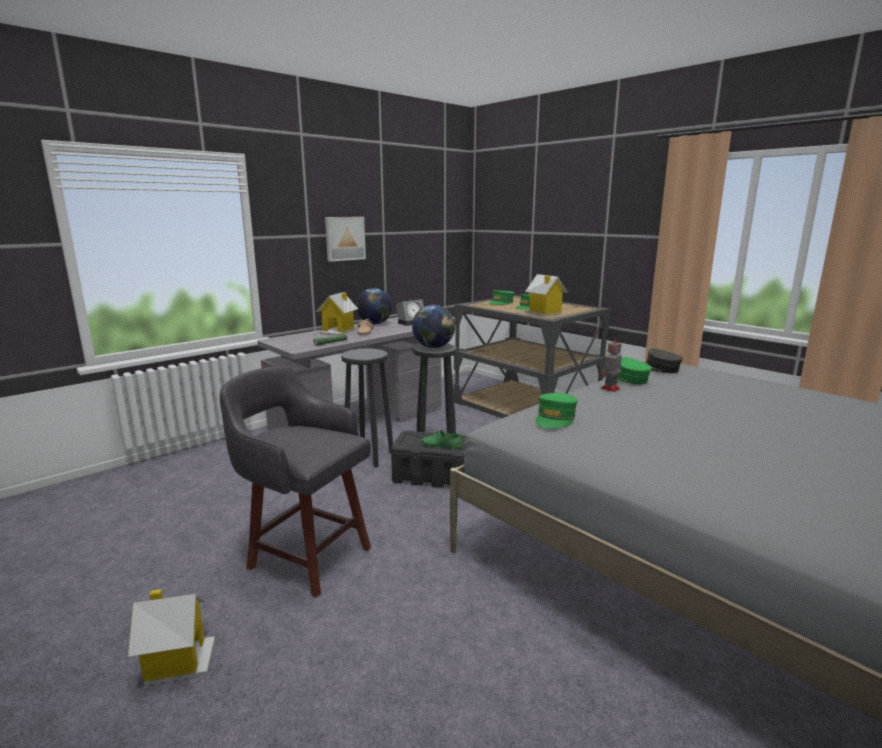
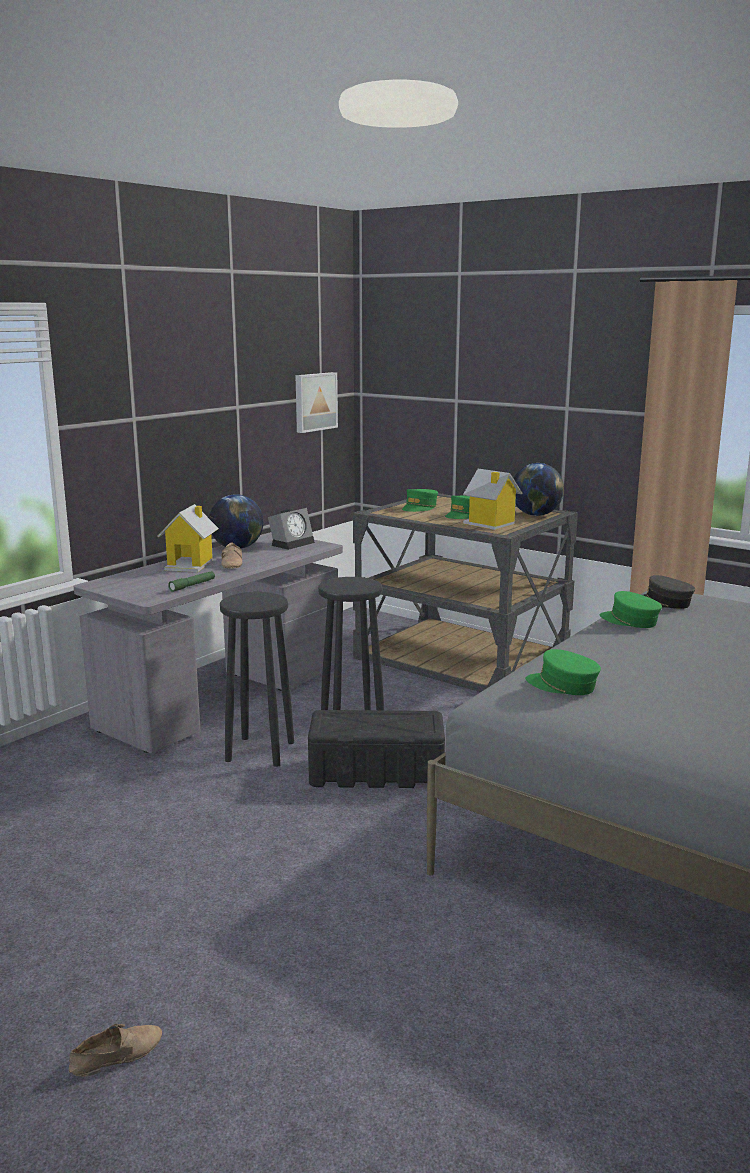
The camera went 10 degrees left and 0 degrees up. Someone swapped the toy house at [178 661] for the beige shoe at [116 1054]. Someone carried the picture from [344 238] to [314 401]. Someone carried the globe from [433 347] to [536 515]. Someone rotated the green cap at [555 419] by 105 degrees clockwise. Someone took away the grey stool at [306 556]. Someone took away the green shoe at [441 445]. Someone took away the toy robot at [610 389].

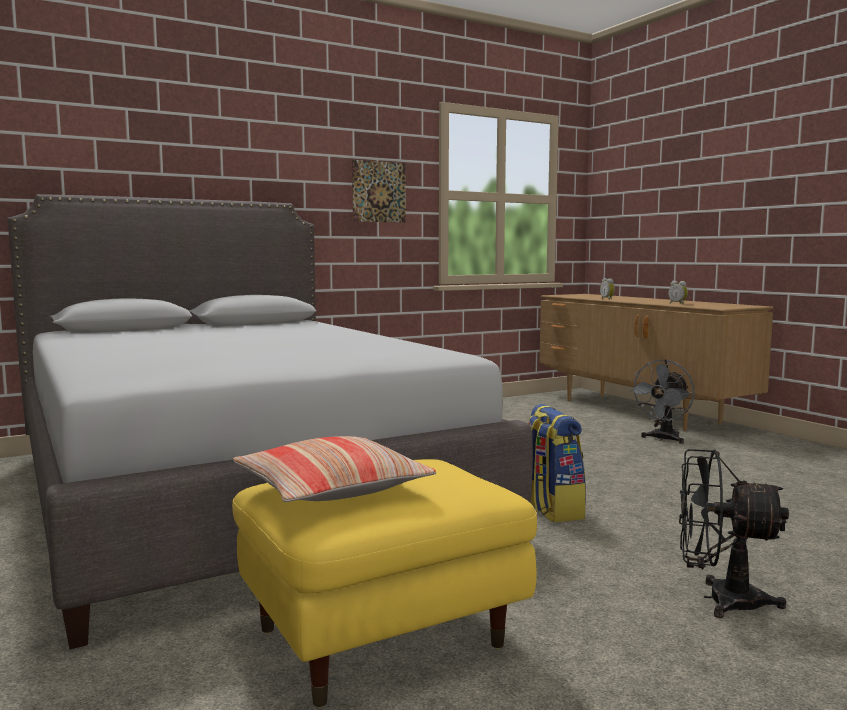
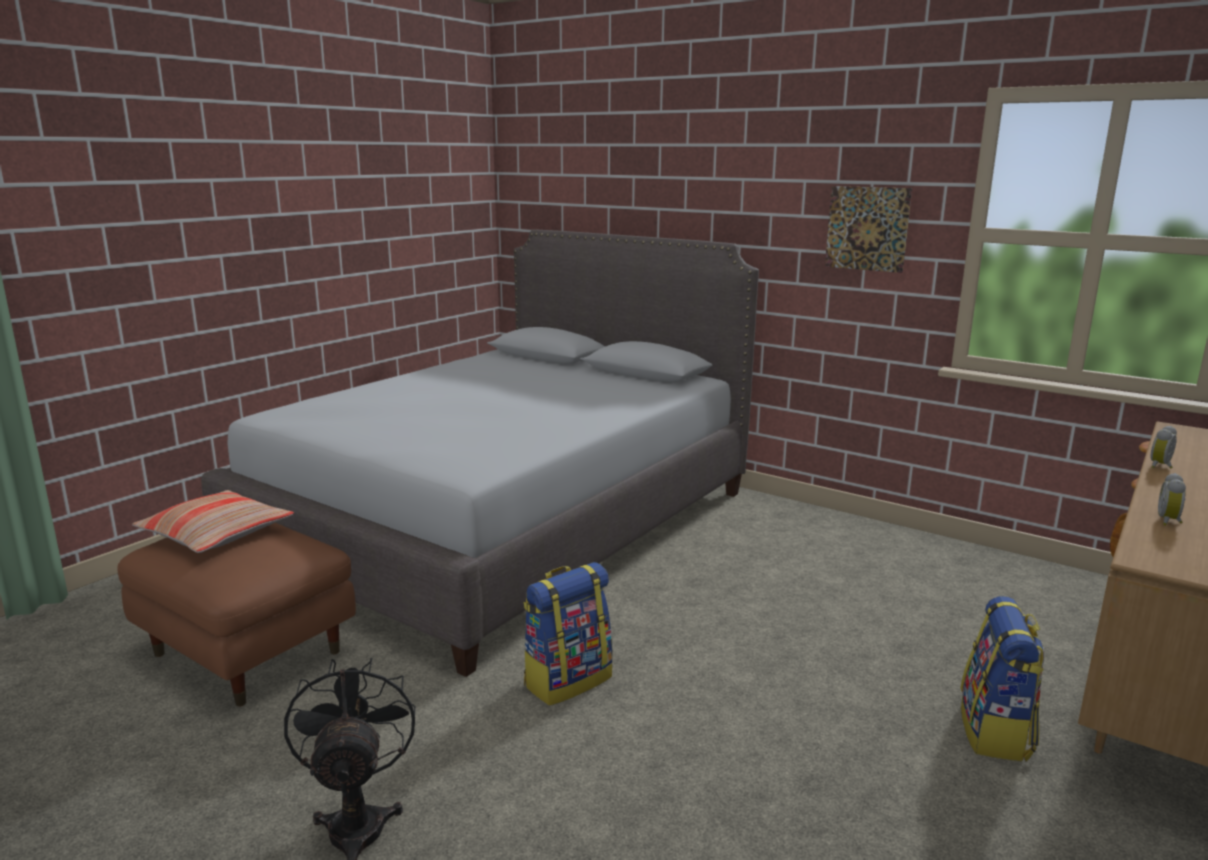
The camera went 65 degrees right and 10 degrees up. Someone repainted the yellow ottoman at [384 637], which became the brown ottoman at [249 655]. Someone swapped the grey fan at [663 439] for the backpack at [996 732].

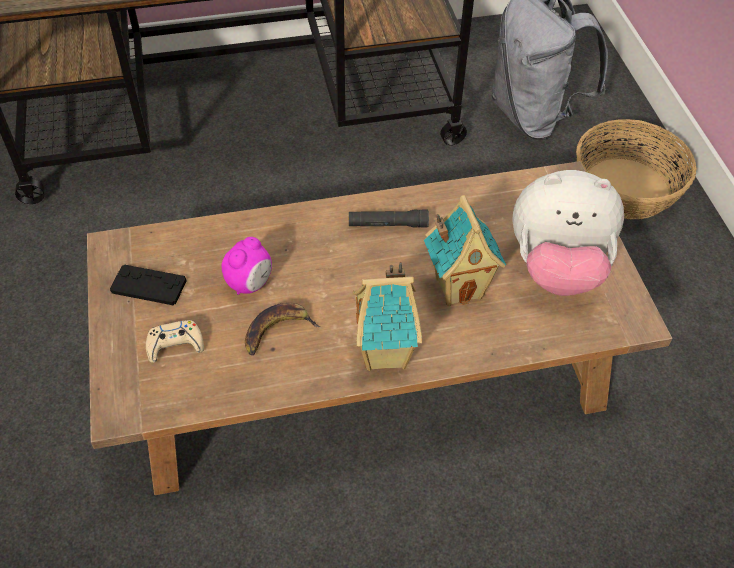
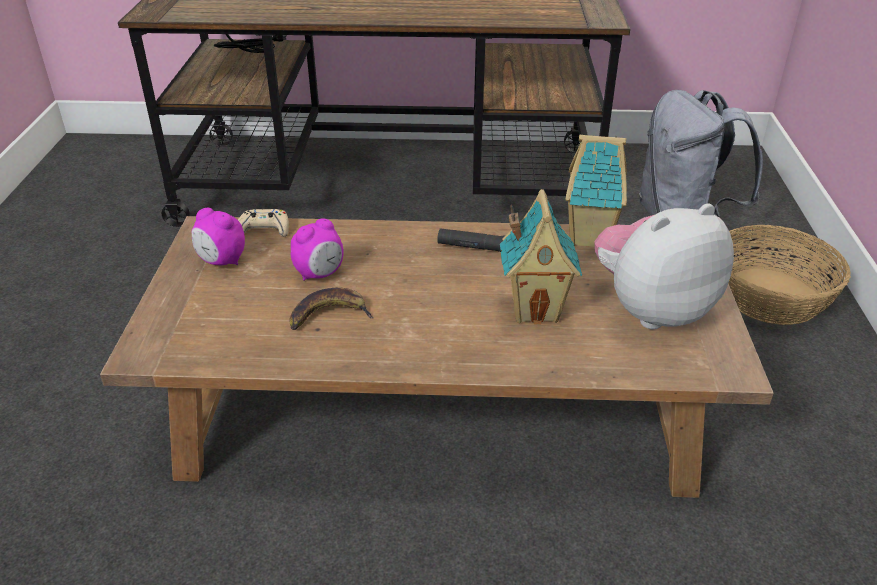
The camera went 15 degrees right and 15 degrees down. Someone swapped the black game controller at [148 286] for the alarm clock at [222 261]. Someone carried the beige game controller from [175 345] to [264 230]. Someone carried the toy house from [386 354] to [591 238]. Someone rotated the plush toy at [557 268] by 135 degrees clockwise.

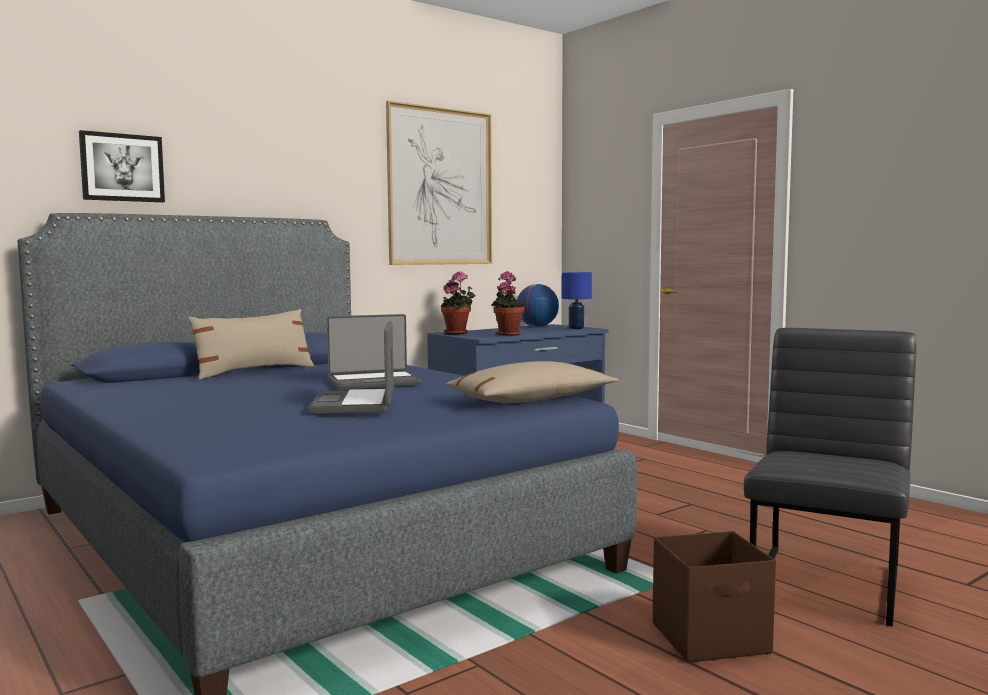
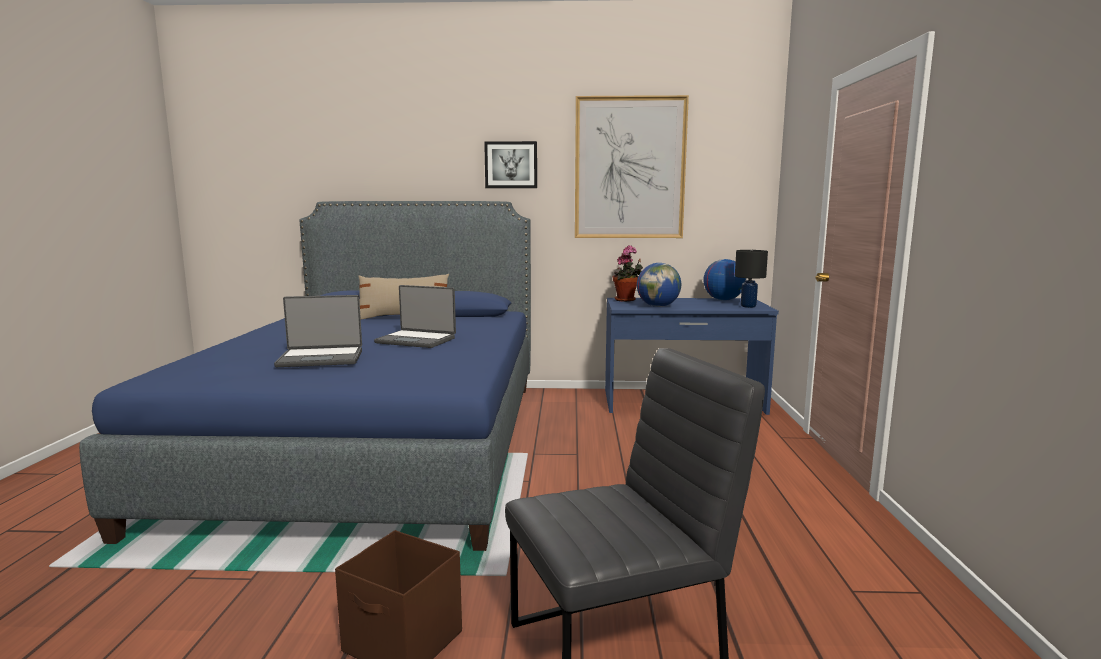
The camera went 40 degrees right and 5 degrees up. Someone rotated the laptop at [356 404] by 135 degrees counterclockwise. Someone carried the picture from [122 167] to [511 165]. Someone swapped the potted plant at [507 334] for the globe at [658 306]. Someone repainted the blue table lamp at [577 328], which became the black table lamp at [749 306]. Someone took away the beige pillow at [531 400].

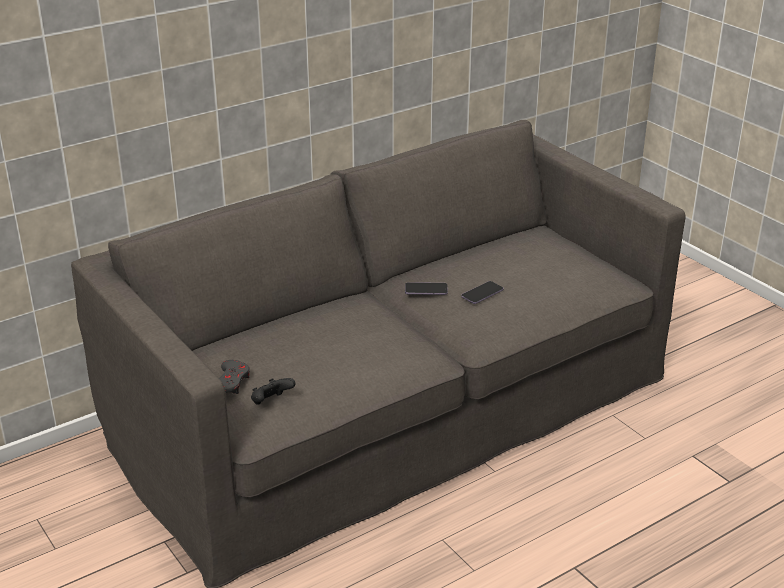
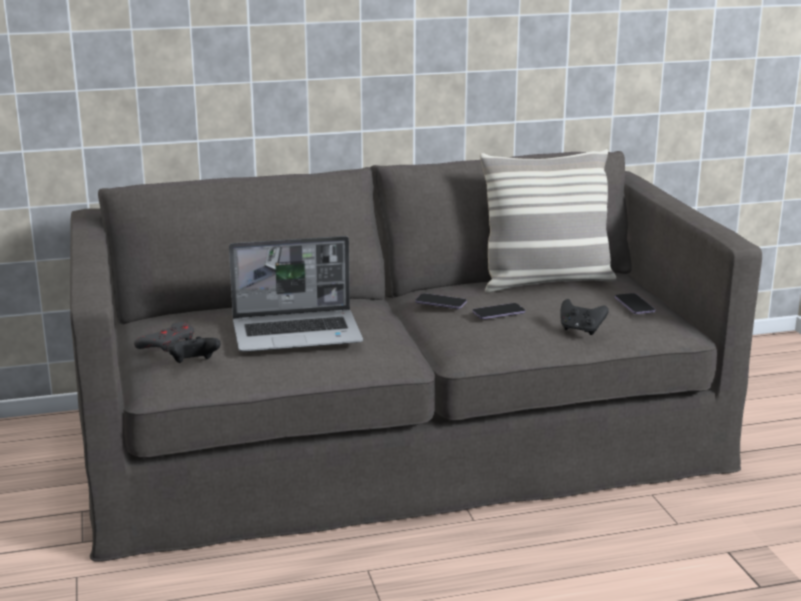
The camera went 20 degrees right and 10 degrees down. Someone put down the laptop at [298 333]. Someone put down the pillow at [546 282]. Someone put down the black game controller at [581 330]. Someone put down the phone at [634 305].

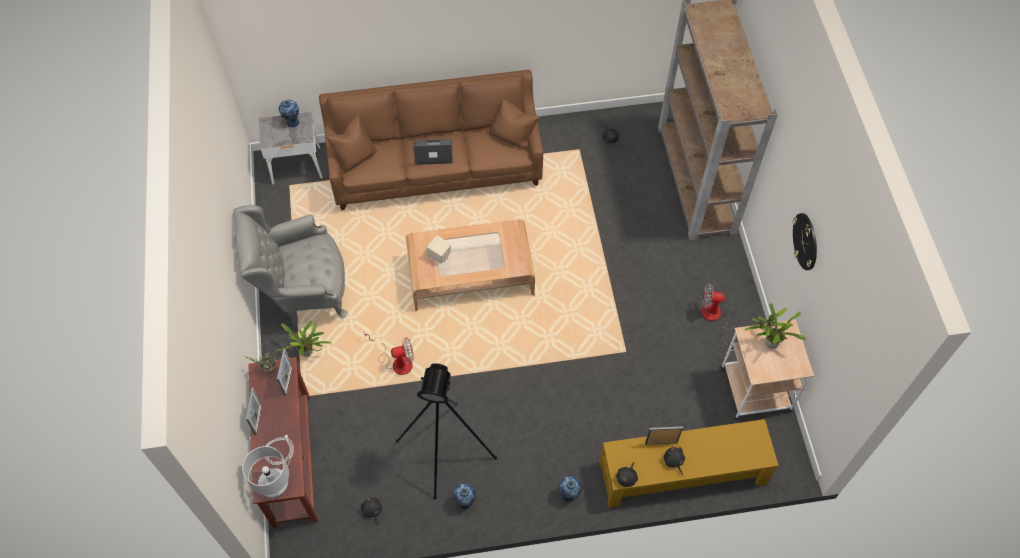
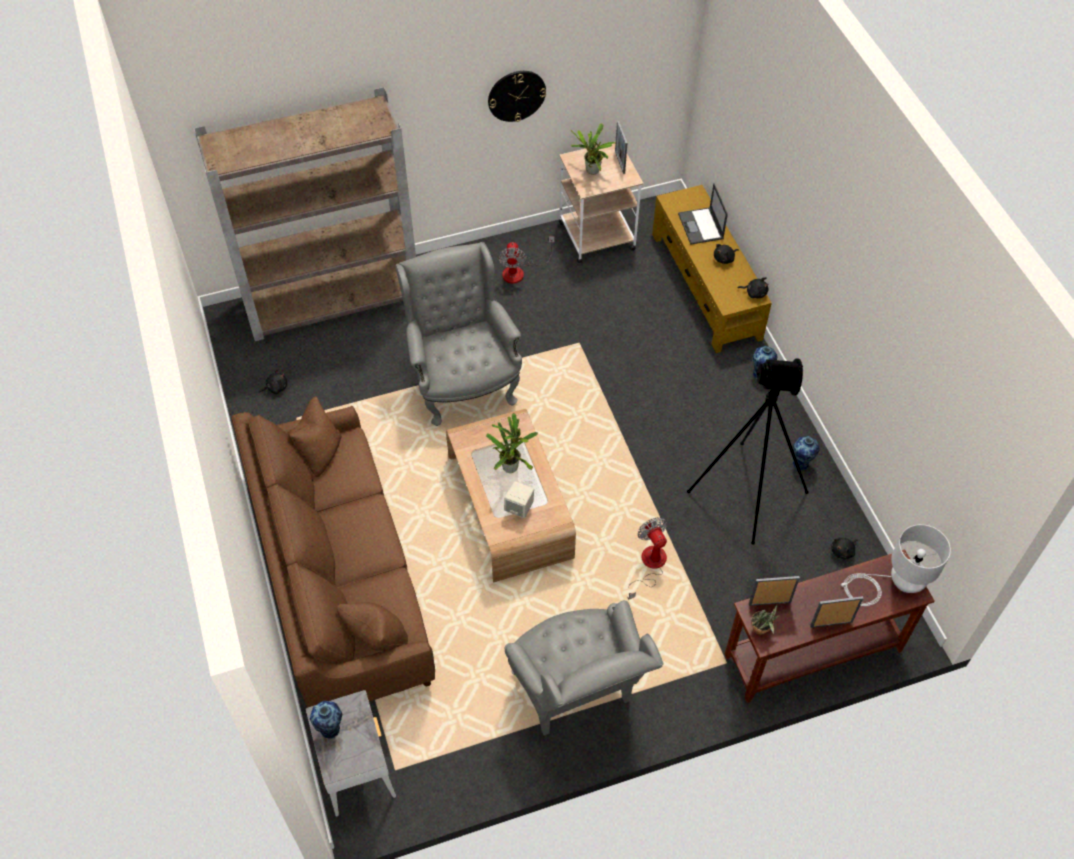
The camera went 100 degrees left and 5 degrees down. Someone put down the grey armchair at [462 383]. Someone carried the potted plant from [308 352] to [511 465]. Someone carried the picture frame from [661 443] to [619 162]. Someone carried the laptop from [433 152] to [701 227].

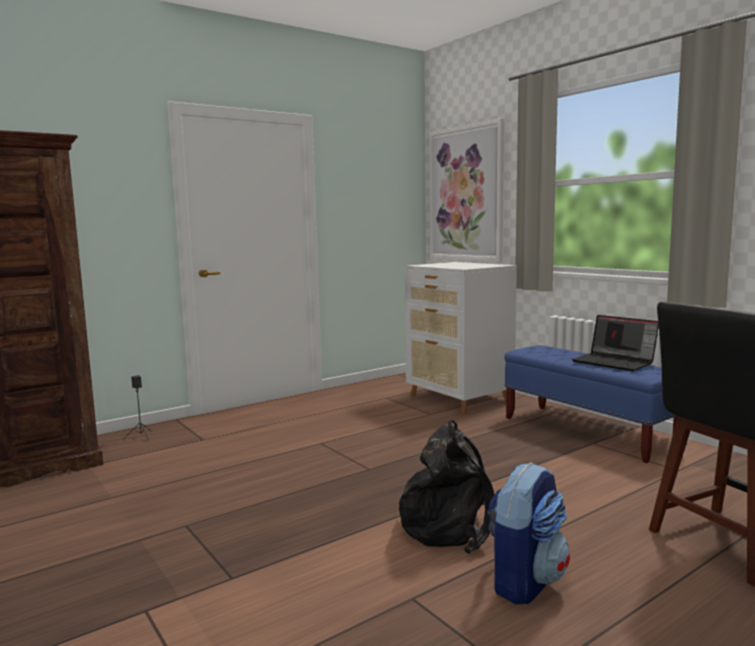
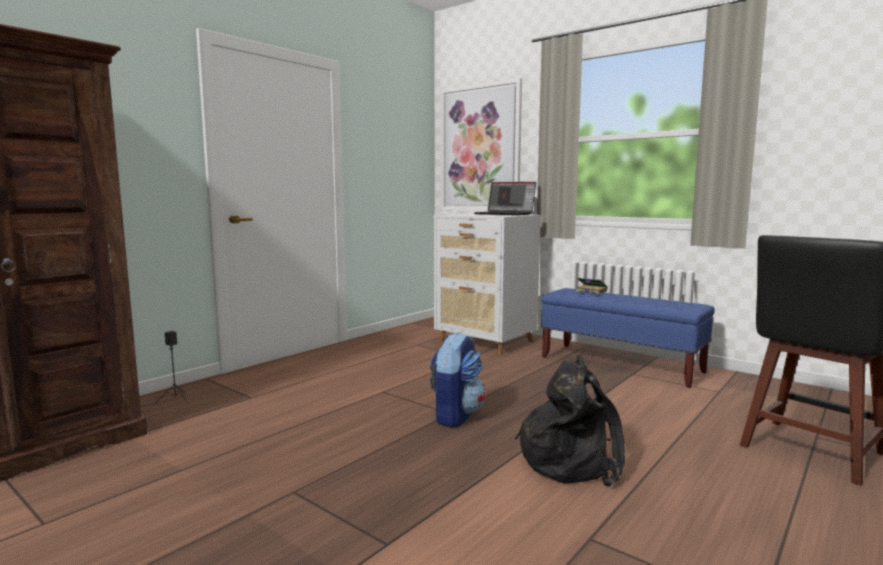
The camera went 15 degrees left and 0 degrees up. Someone carried the backpack from [525 581] to [455 415]. Someone carried the laptop from [615 362] to [505 214]. Someone put down the book at [590 291].

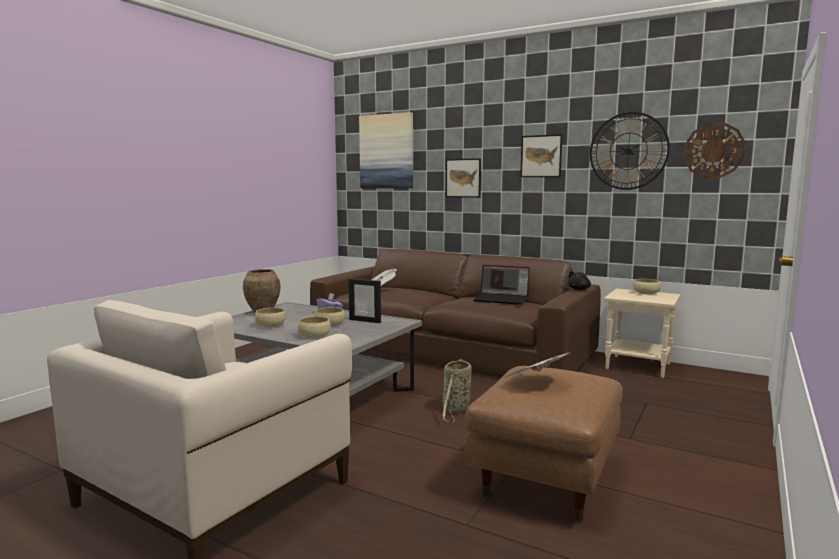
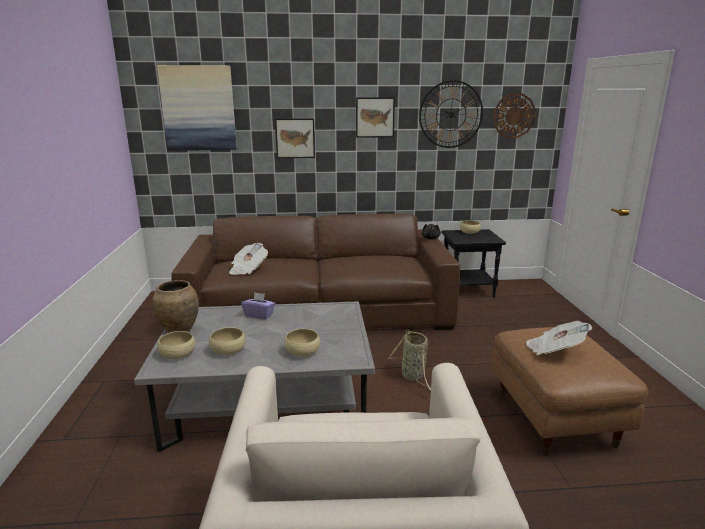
The camera went 35 degrees left and 10 degrees up. Someone carried the beige bowl from [330 324] to [178 354]. Someone repainted the beige side table at [639 366], which became the black side table at [468 290]. Someone took away the picture frame at [365 320]. Someone took away the laptop at [502 299].

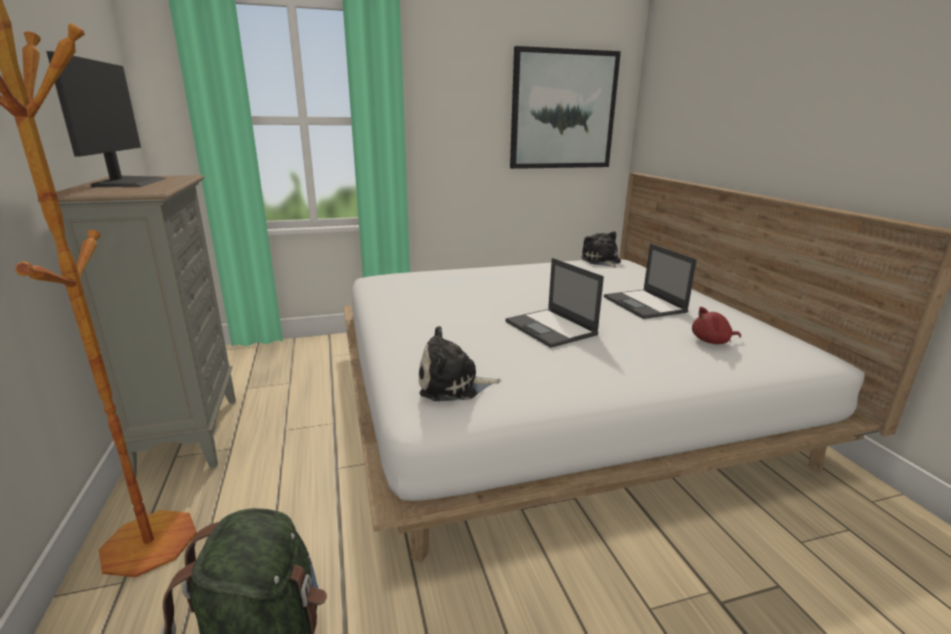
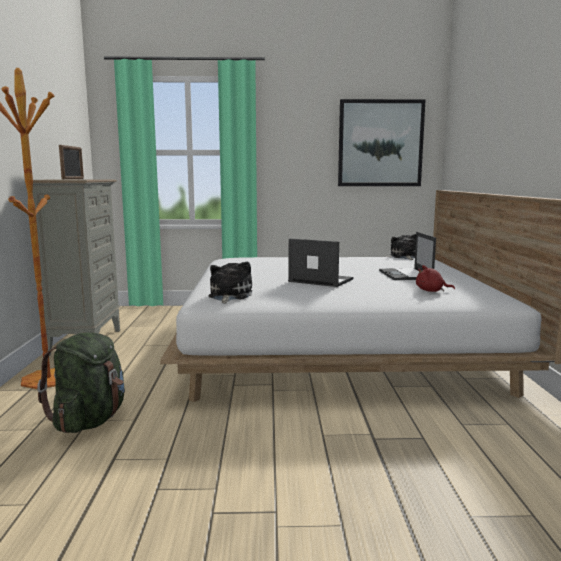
The camera went 15 degrees right and 10 degrees down. Someone swapped the monitor at [130 182] for the picture frame at [73 179]. Someone rotated the plush toy at [453 385] by 90 degrees clockwise. Someone rotated the laptop at [551 328] by 135 degrees clockwise.

